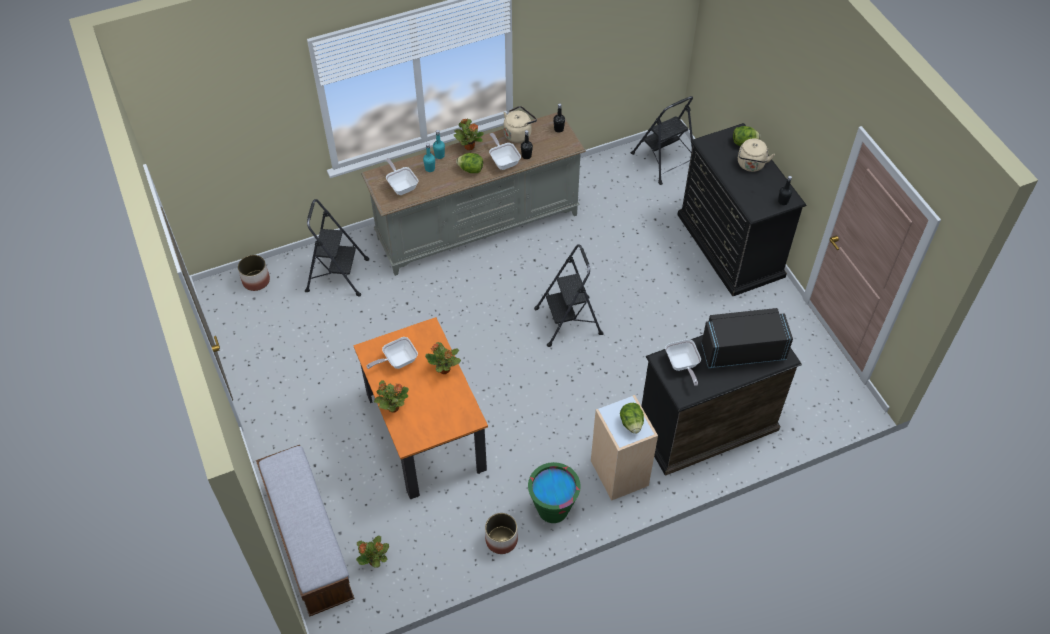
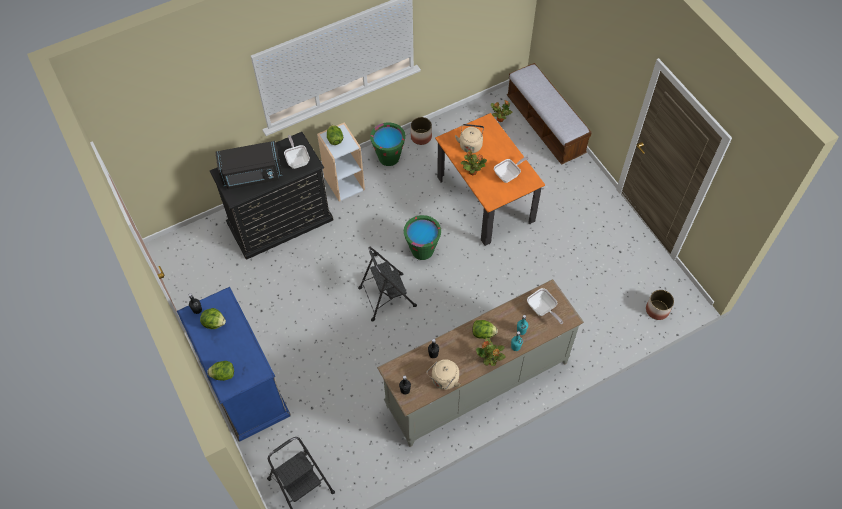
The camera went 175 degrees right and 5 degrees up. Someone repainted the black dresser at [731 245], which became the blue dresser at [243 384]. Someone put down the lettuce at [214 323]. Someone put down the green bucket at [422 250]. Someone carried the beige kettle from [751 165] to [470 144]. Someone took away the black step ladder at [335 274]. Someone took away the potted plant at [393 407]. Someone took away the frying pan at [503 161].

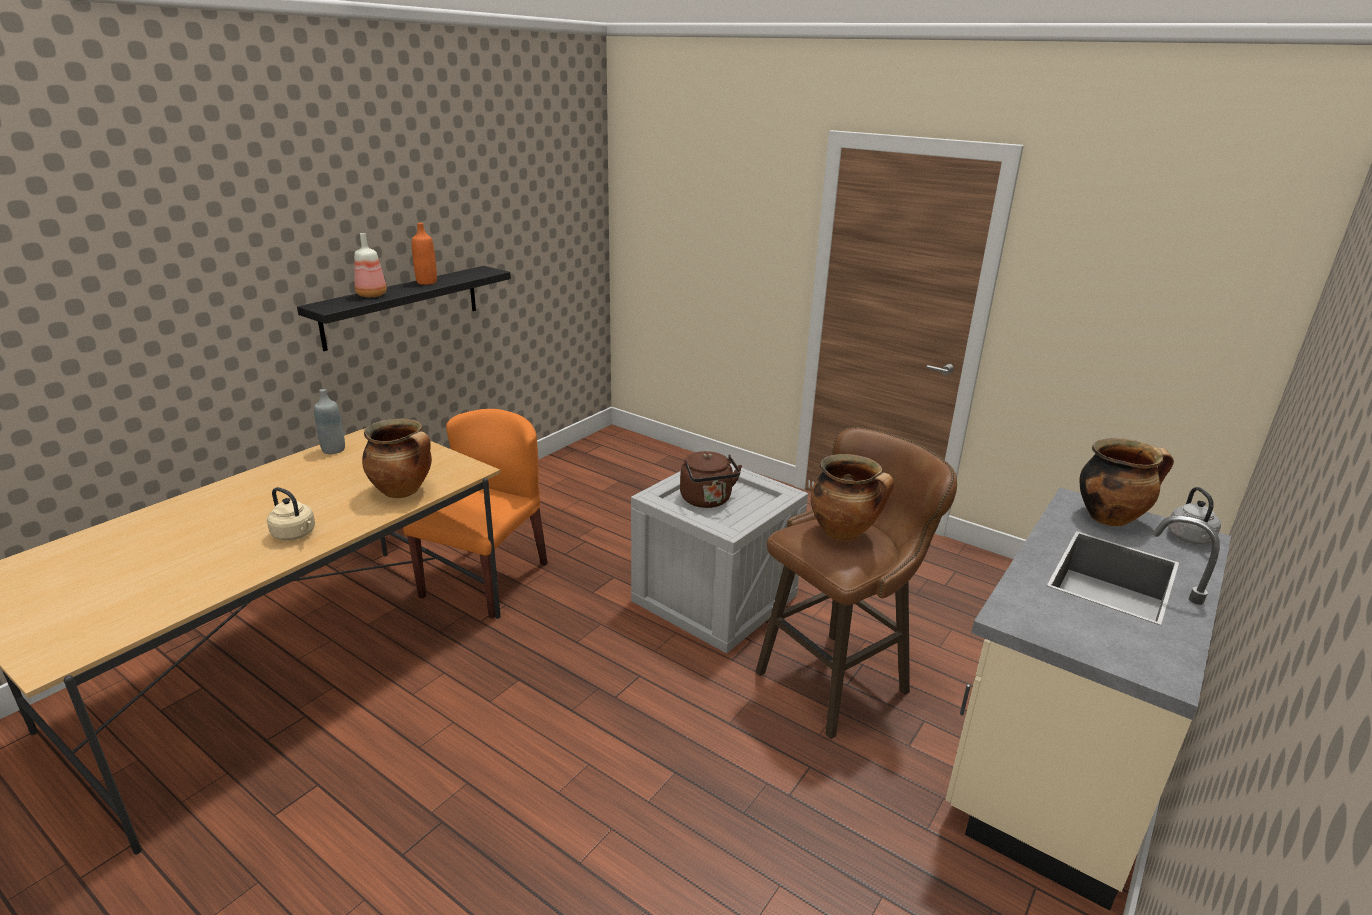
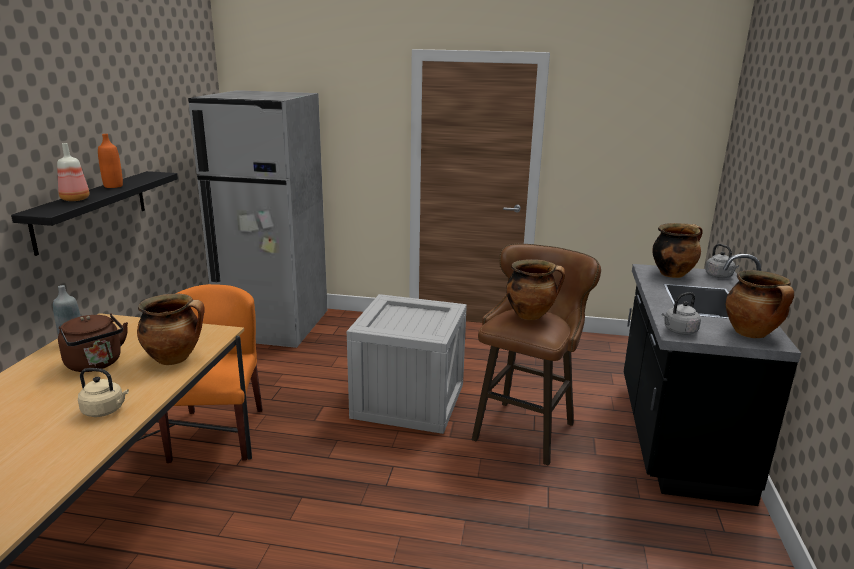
The camera went 25 degrees left and 5 degrees down. Someone carried the brown kettle from [707 501] to [96 364]. Someone put down the grey fridge at [275 324]. Someone repainted the beige counter at [1055 761], which became the black counter at [677 437]. Someone put down the grey kettle at [678 331]. Someone put down the cooking pot at [752 334].

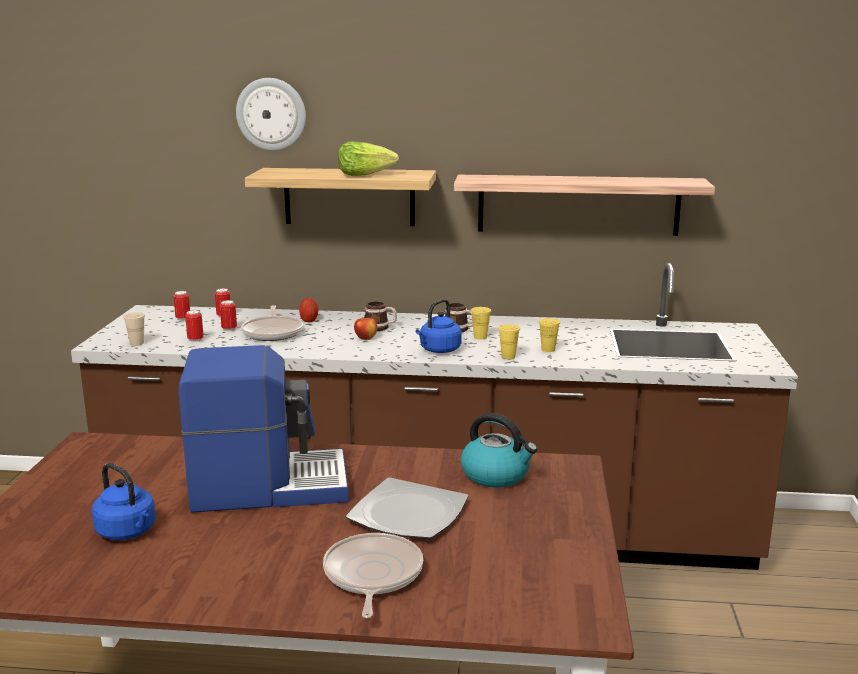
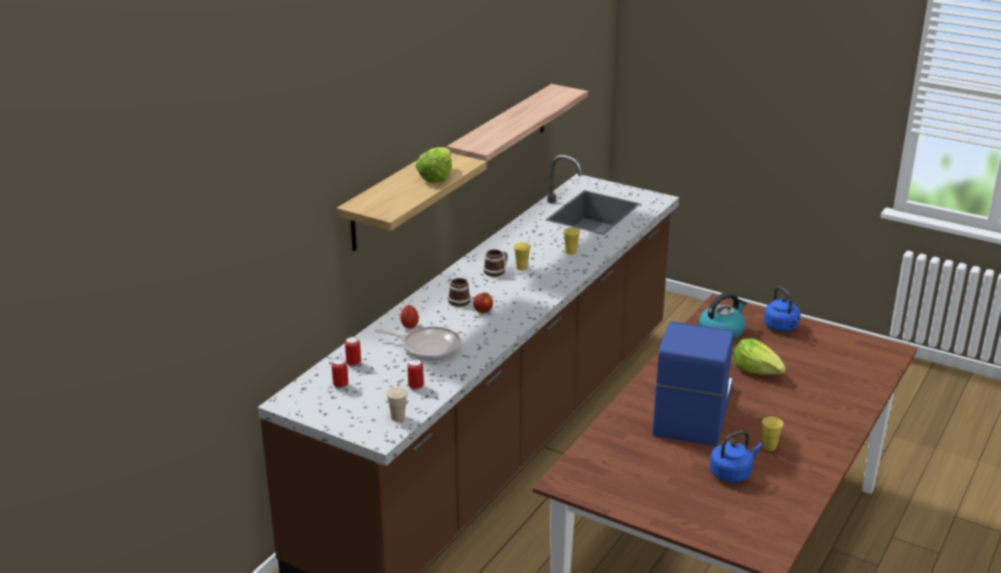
The camera went 65 degrees left and 10 degrees up. Someone swapped the plate at [409 513] for the lettuce at [757 371]. Someone carried the yellow cup from [508 356] to [769 446]. Someone carried the blue kettle from [438 350] to [782 327]. Someone took away the can at [229 329]. Someone took away the wall clock at [271 114]. Someone took away the frying pan at [372 576].

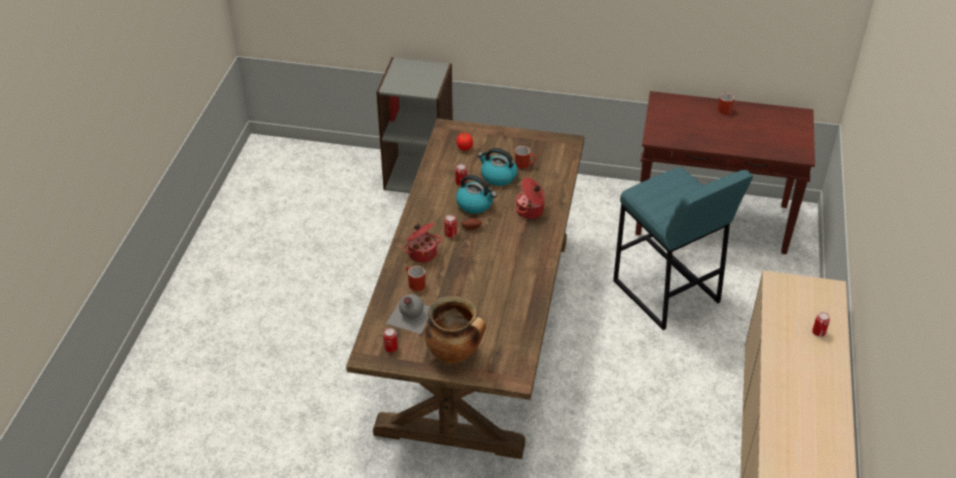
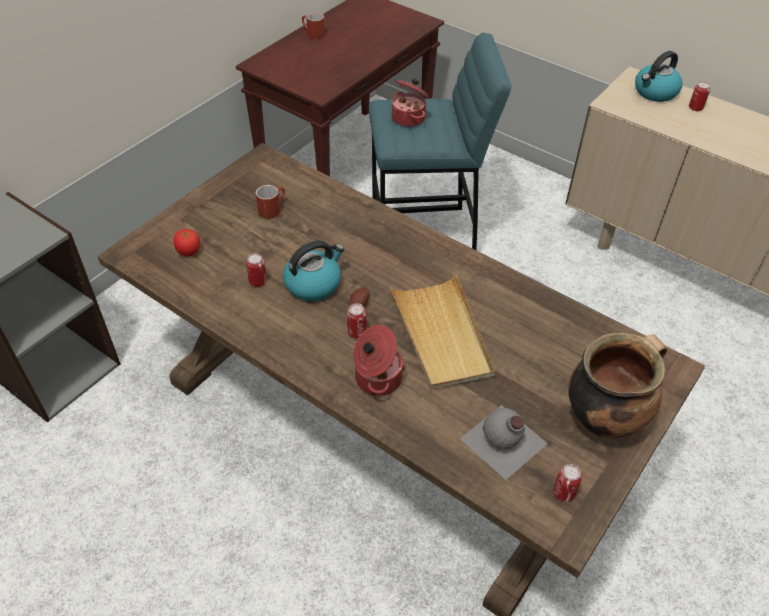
The camera went 65 degrees left and 5 degrees up. Someone put down the beige tray at [441 334]. Someone carried the cooking pot from [530 211] to [409 118]. Someone carried the kettle from [498 176] to [655 92]. Someone took away the red mug at [414 283].

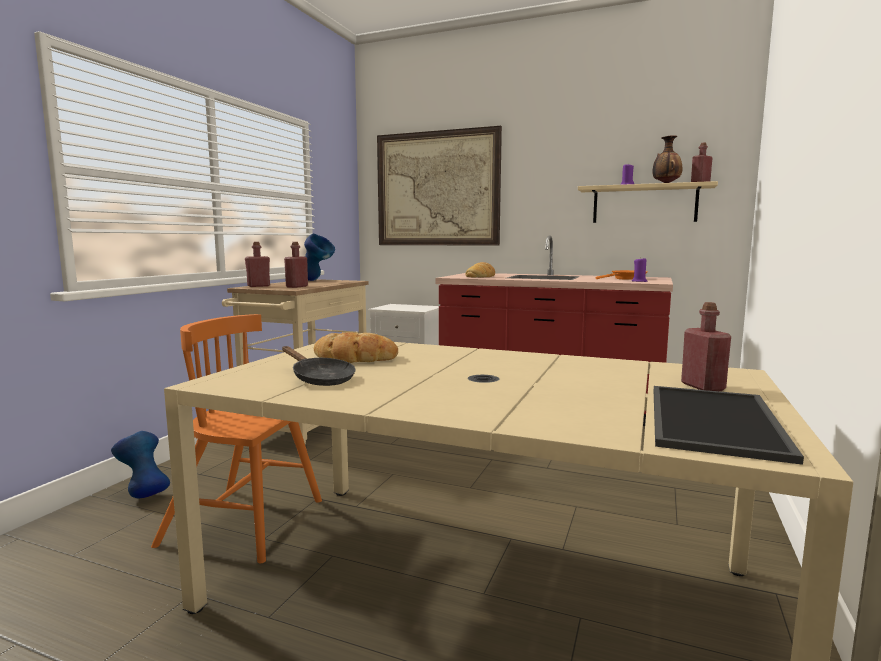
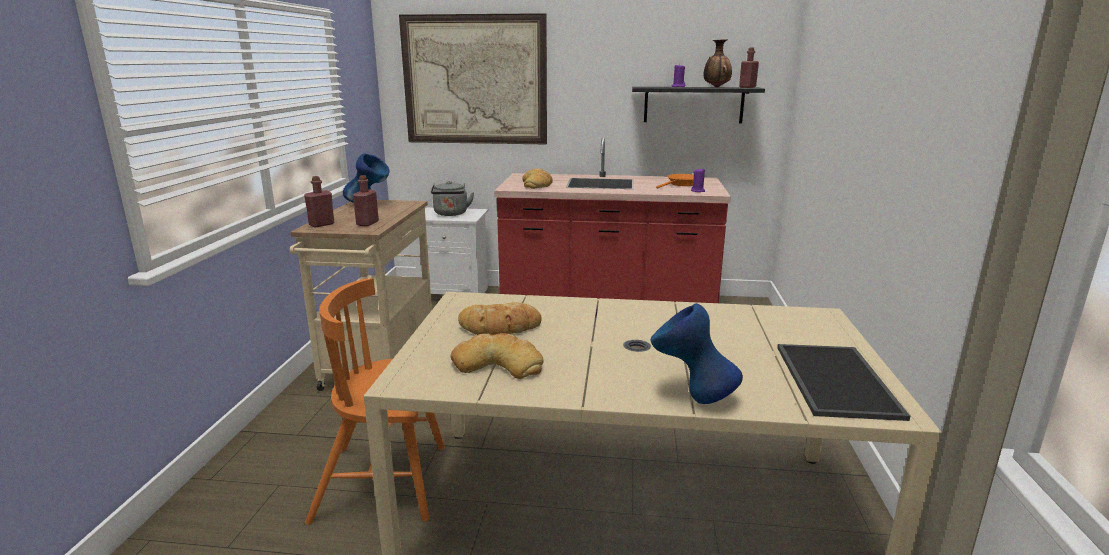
The camera went 15 degrees left and 10 degrees up. Someone put down the grey kettle at [451 214]. Someone swapped the black frying pan at [320 379] for the bread at [498 364]. Someone repainted the beige shelf at [644 204], which became the black shelf at [693 105]. Someone carried the blue vase from [143 494] to [692 397]. Someone took away the red bottle at [702 387].

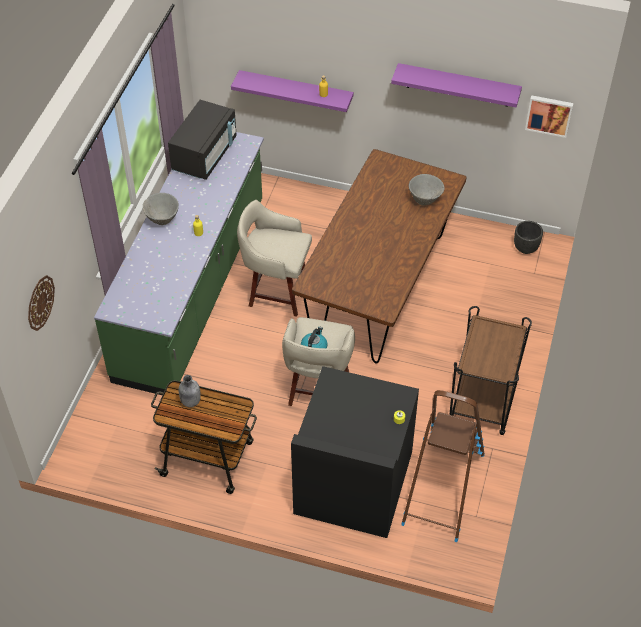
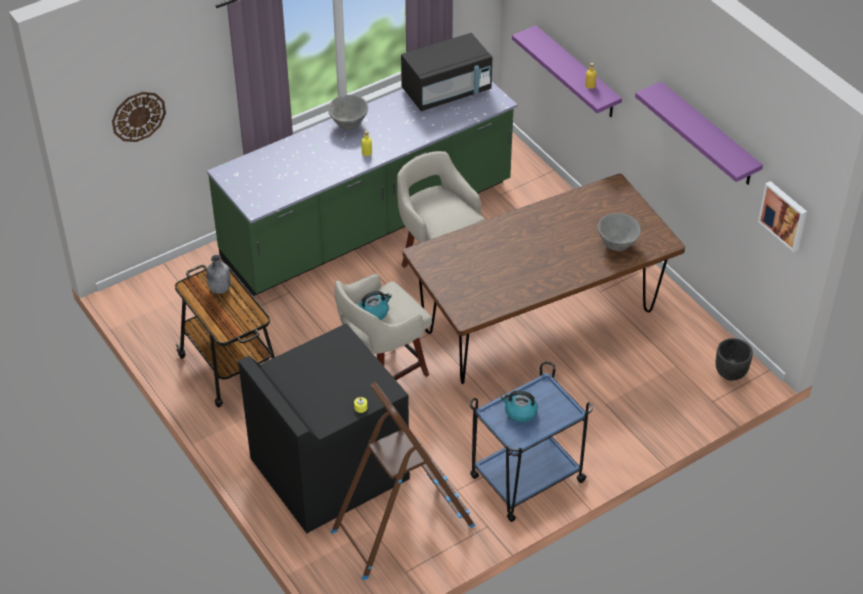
The camera went 40 degrees right and 5 degrees down. Someone repainted the brown cart at [482 401], which became the blue cart at [526 480]. Someone put down the kettle at [520 412].

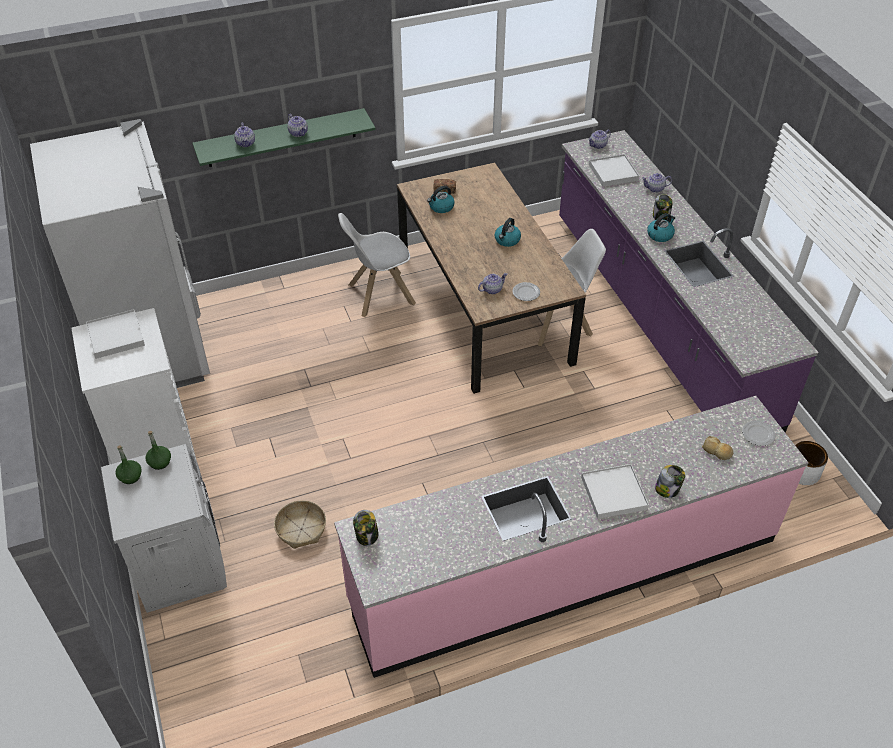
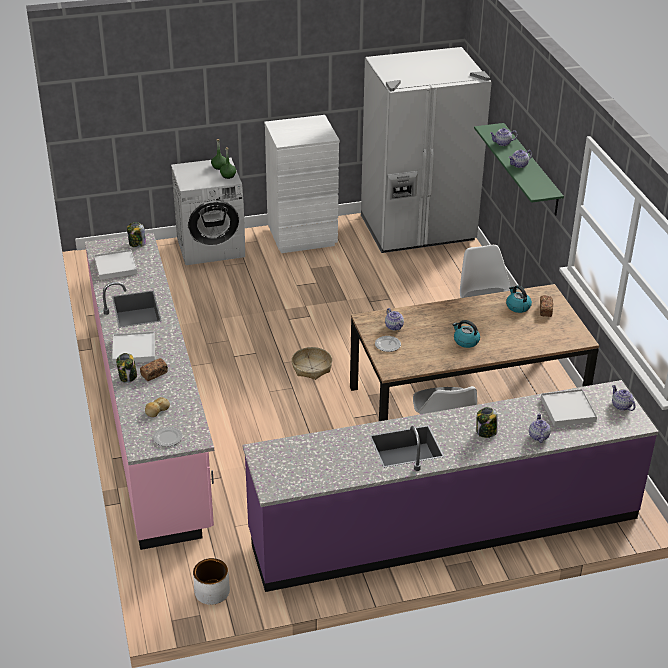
The camera went 95 degrees right and 10 degrees down. Someone carried the white tray from [116 336] to [115 266]. Someone put down the bread at [154 374]. Someone carried the basket from [301 529] to [311 368]. Someone took away the kettle at [660 235].

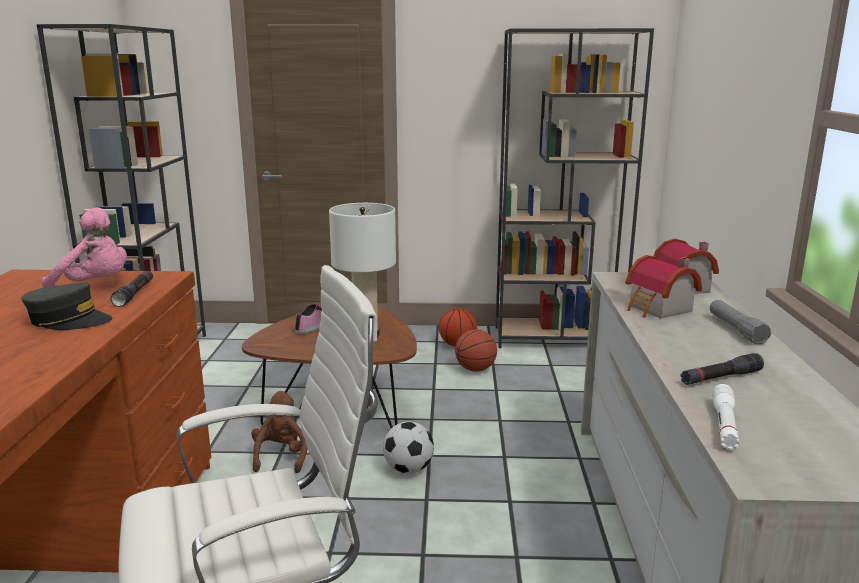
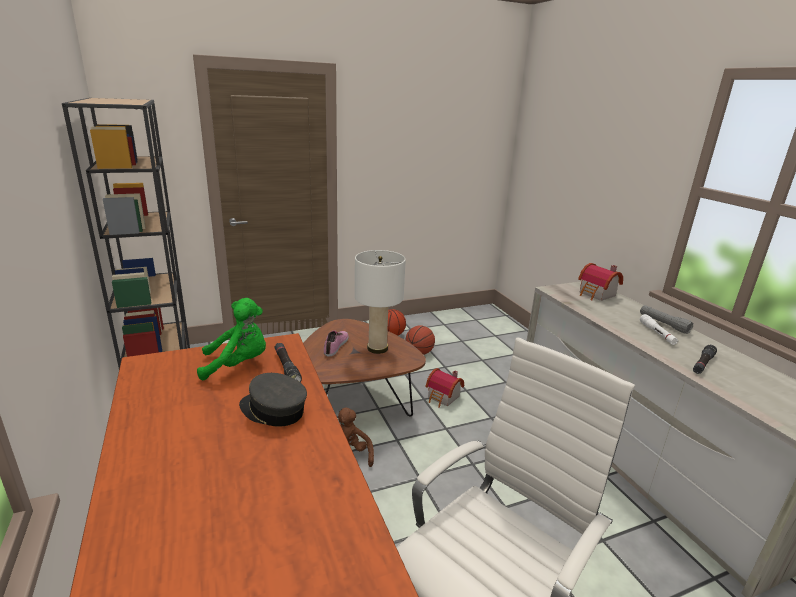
The camera went 25 degrees left and 5 degrees up. Someone repainted the pink plush toy at [95 286], which became the green plush toy at [238 364]. Someone rotated the grey cap at [69 320] by 135 degrees counterclockwise. Someone carried the toy house from [659 309] to [443 398]. Someone carried the white flashlight from [724 425] to [657 333]. Someone took away the football at [408 469]. Someone took away the bookcase at [558 338].

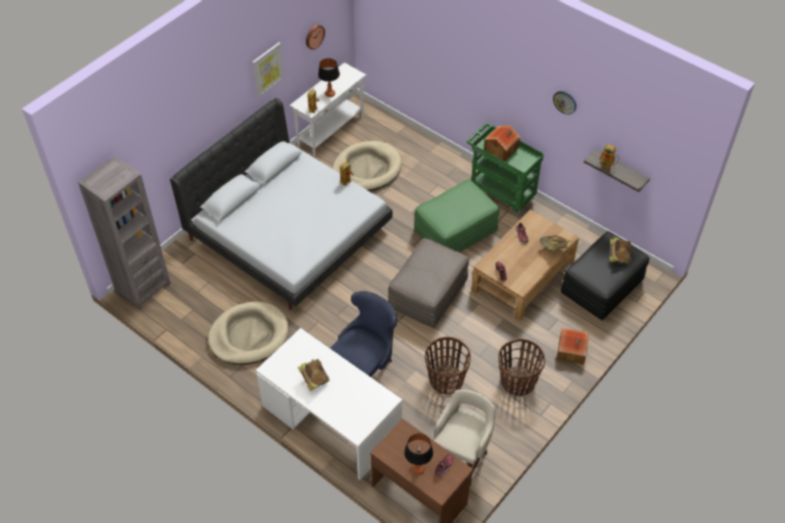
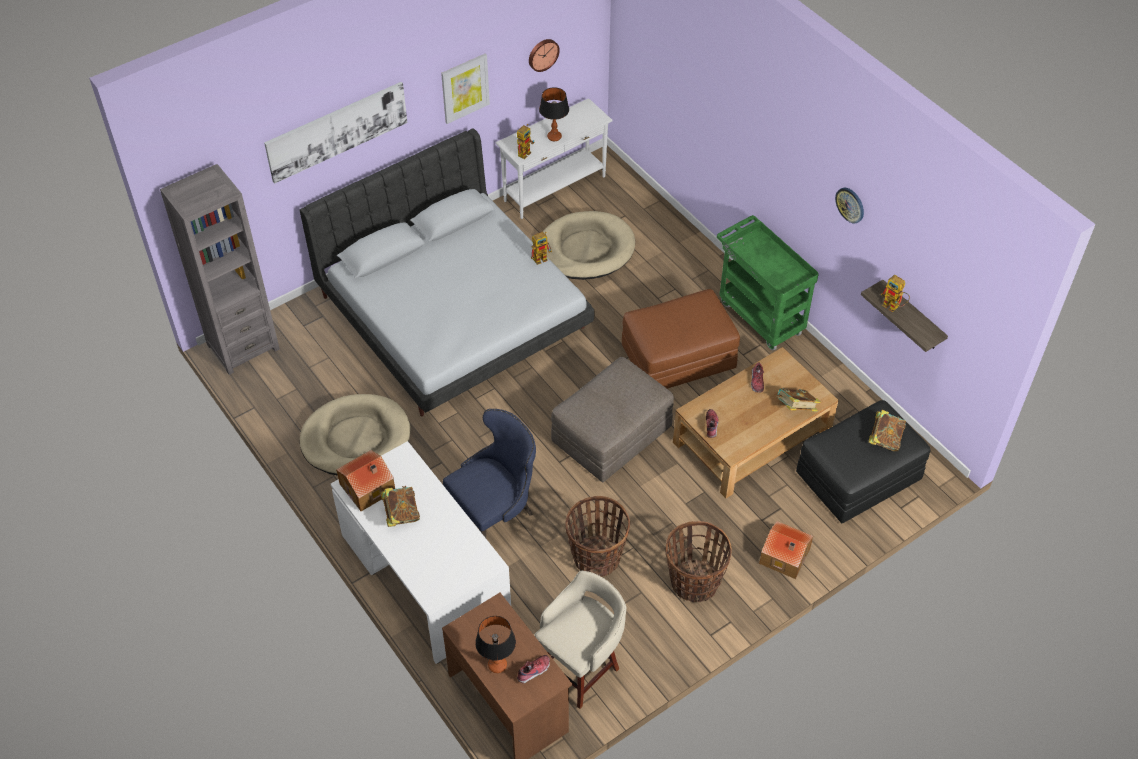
The camera went 15 degrees right and 0 degrees up. Someone put up the picture at [337 131]. Someone carried the toy house from [502 149] to [368 488]. Someone repainted the green ottoman at [455 232], which became the brown ottoman at [678 358].

